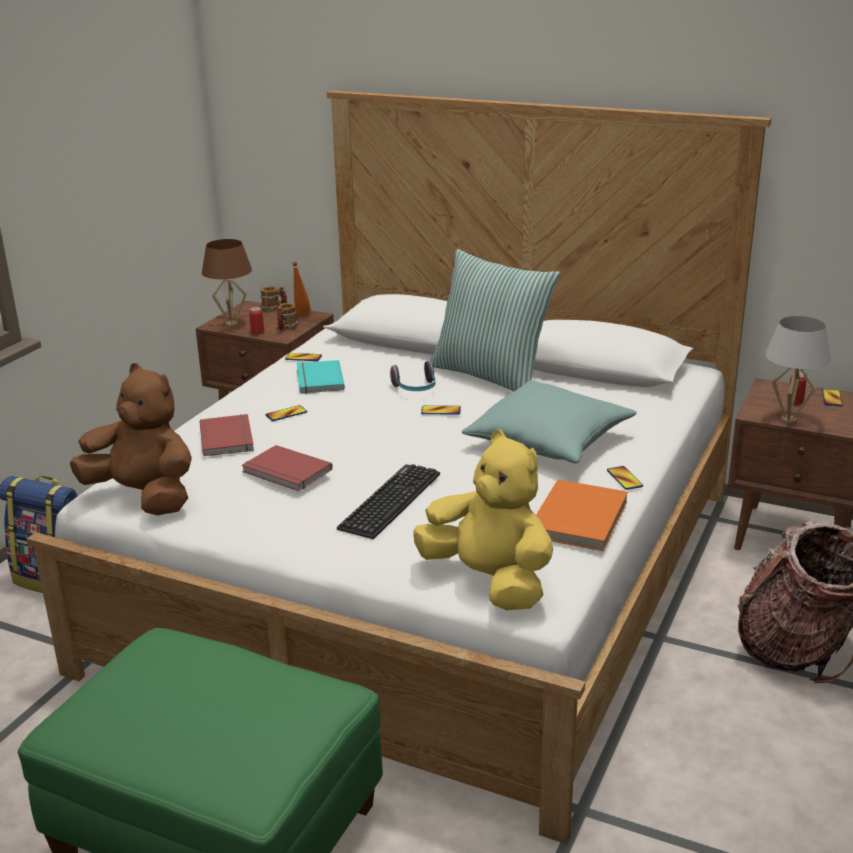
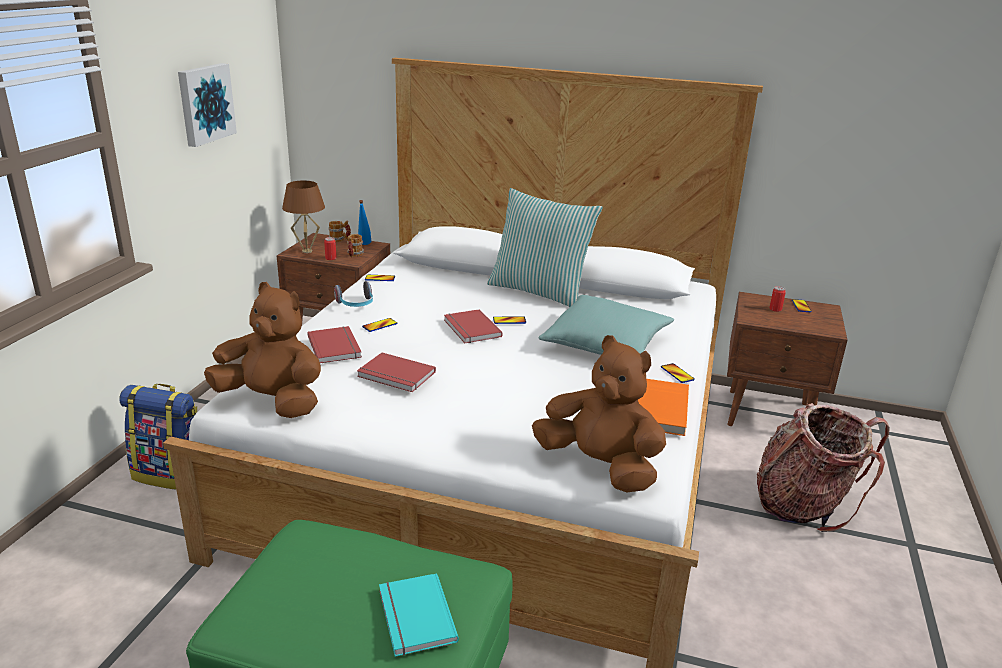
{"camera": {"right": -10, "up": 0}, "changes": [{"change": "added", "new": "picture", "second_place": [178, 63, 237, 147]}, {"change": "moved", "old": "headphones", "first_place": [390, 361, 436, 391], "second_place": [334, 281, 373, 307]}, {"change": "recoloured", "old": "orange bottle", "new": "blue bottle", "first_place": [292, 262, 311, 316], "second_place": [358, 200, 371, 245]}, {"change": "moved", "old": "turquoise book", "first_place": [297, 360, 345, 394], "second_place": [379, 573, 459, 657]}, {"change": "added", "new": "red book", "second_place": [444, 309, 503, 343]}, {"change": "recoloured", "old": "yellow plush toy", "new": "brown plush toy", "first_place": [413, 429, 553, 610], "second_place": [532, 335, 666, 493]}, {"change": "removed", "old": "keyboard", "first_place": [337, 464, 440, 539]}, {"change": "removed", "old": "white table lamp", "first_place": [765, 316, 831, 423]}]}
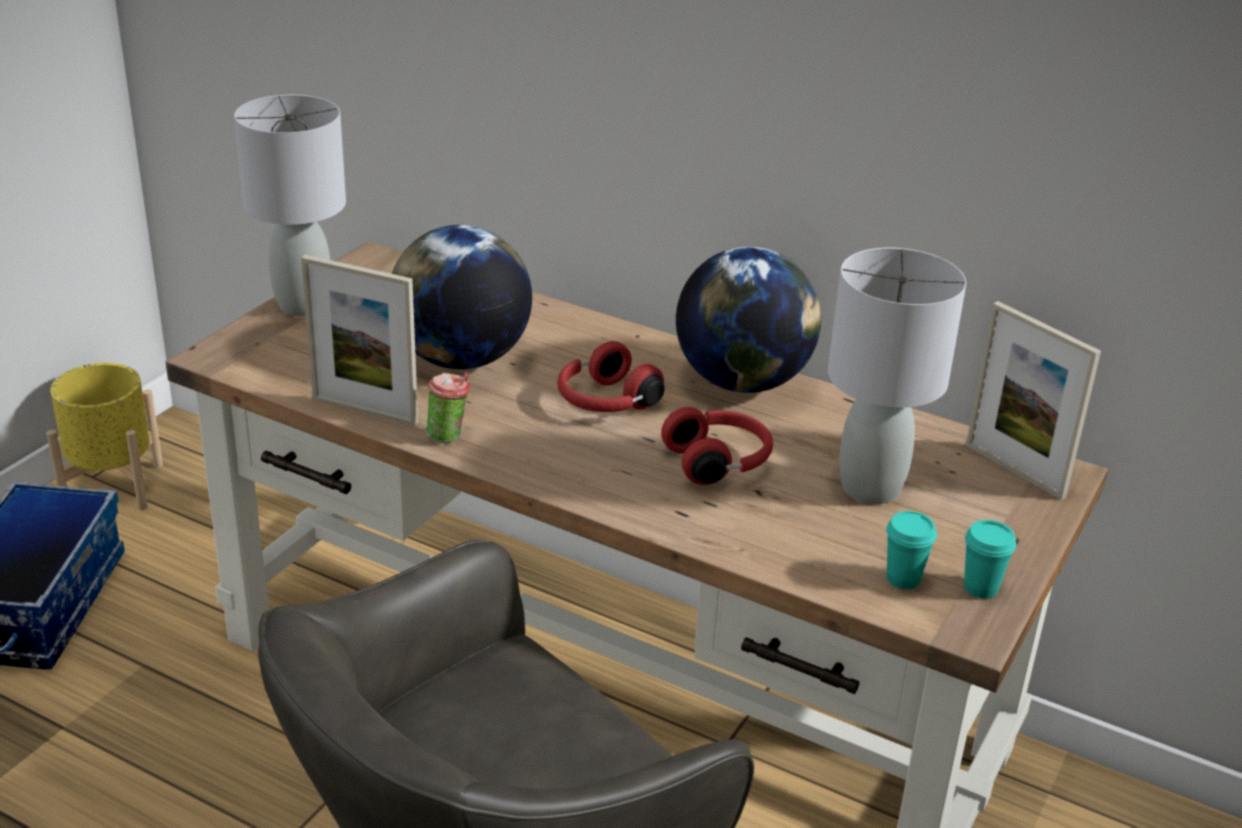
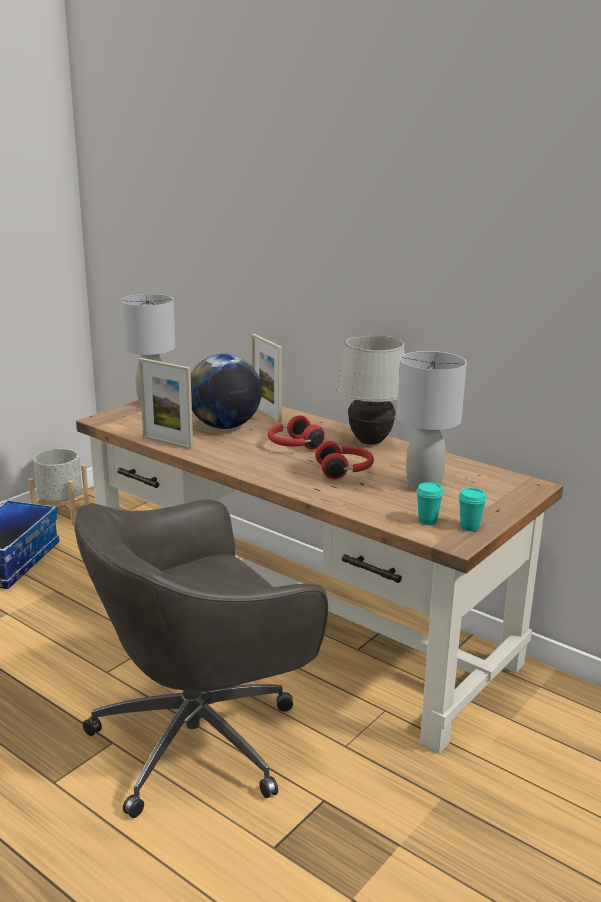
{"camera": {"right": 10, "up": -10}, "changes": [{"change": "recoloured", "old": "yellow planter", "new": "grey planter", "first_place": [46, 363, 163, 510], "second_place": [28, 448, 89, 526]}, {"change": "moved", "old": "picture frame", "first_place": [966, 301, 1101, 500], "second_place": [252, 334, 282, 423]}, {"change": "replaced", "old": "globe", "new": "white table lamp", "first_place": [676, 247, 821, 393], "second_place": [336, 335, 405, 445]}, {"change": "removed", "old": "cup", "first_place": [426, 372, 471, 443]}]}
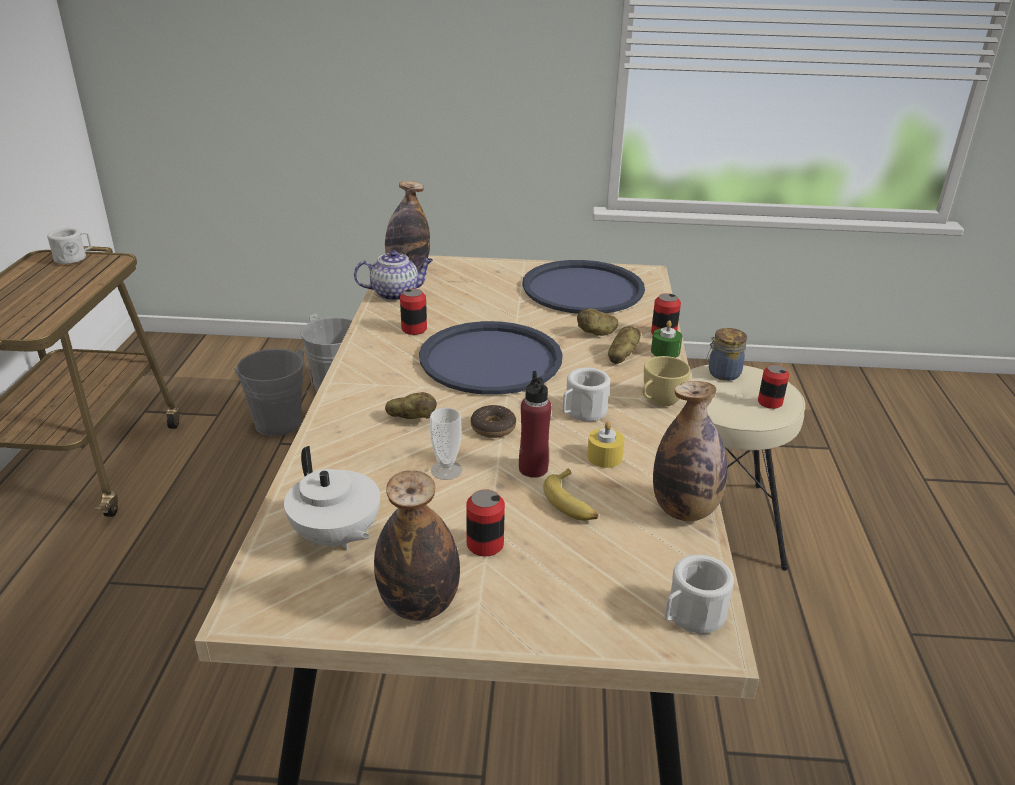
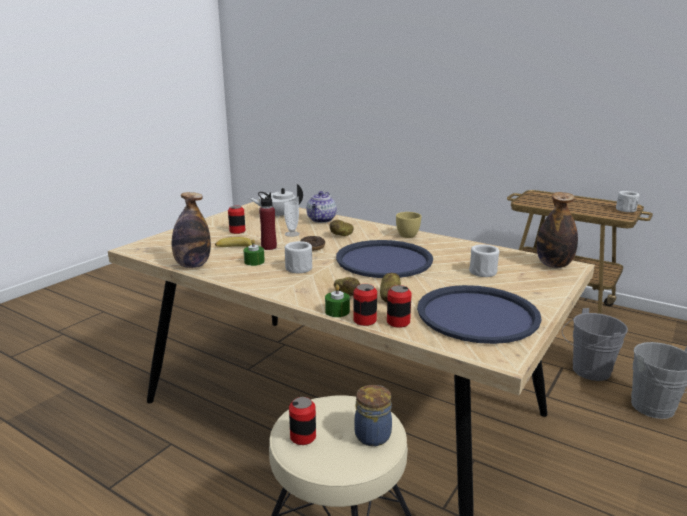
{"camera": {"right": 120, "up": -10}, "changes": [{"change": "recoloured", "old": "yellow candle", "new": "green candle", "first_place": [587, 422, 625, 468], "second_place": [243, 239, 265, 266]}, {"change": "moved", "old": "teapot", "first_place": [354, 250, 433, 301], "second_place": [306, 191, 337, 223]}, {"change": "moved", "old": "can", "first_place": [400, 289, 427, 335], "second_place": [387, 285, 412, 328]}, {"change": "moved", "old": "yellow cup", "first_place": [642, 356, 690, 406], "second_place": [396, 212, 421, 238]}, {"change": "moved", "old": "white mug", "first_place": [665, 555, 734, 633], "second_place": [469, 244, 499, 277]}, {"change": "removed", "old": "bottle", "first_place": [374, 470, 460, 621]}]}
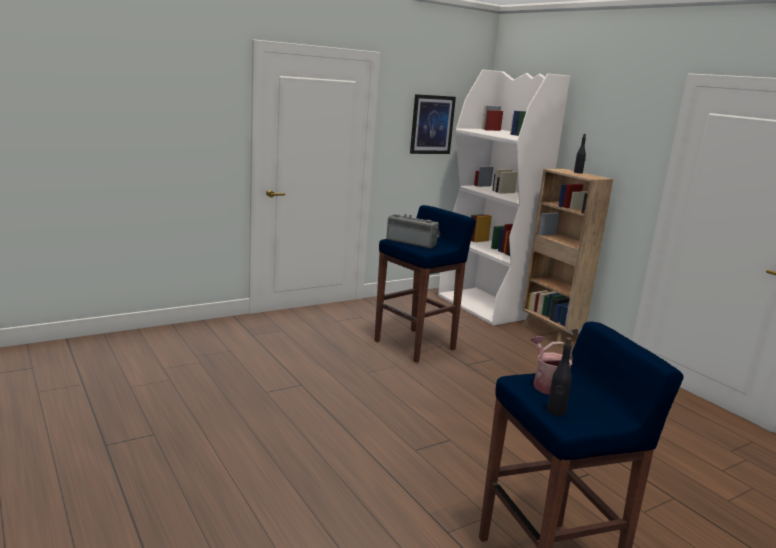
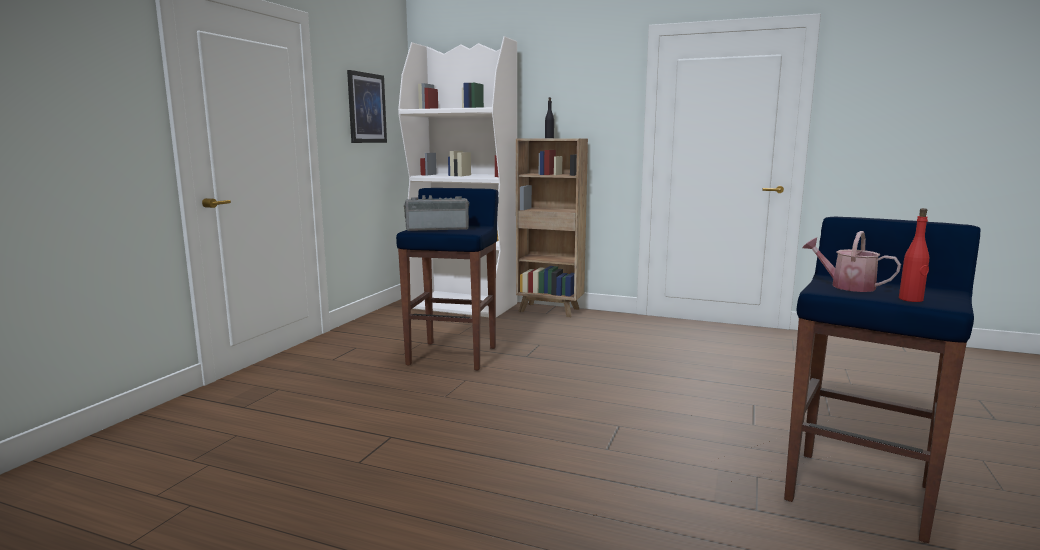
{"camera": {"right": -35, "up": -5}, "changes": [{"change": "recoloured", "old": "black bottle", "new": "red bottle", "first_place": [547, 337, 572, 416], "second_place": [899, 208, 929, 302]}]}
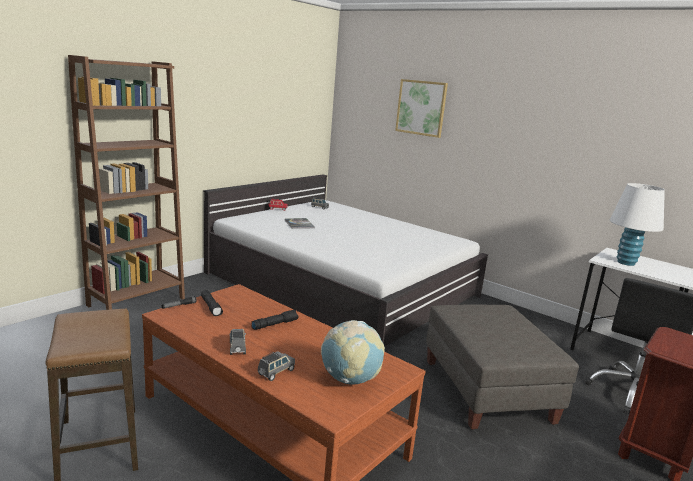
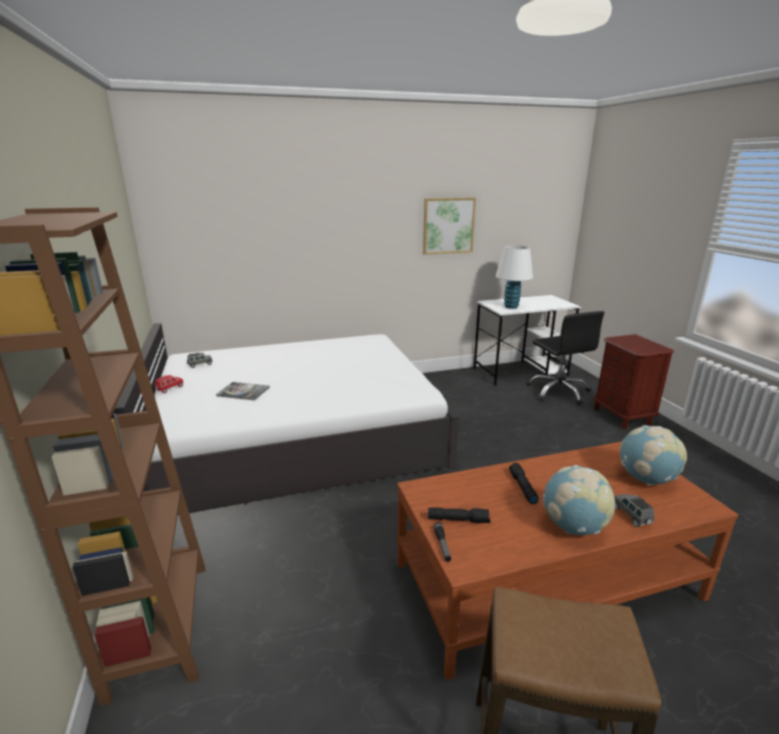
{"camera": {"right": -55, "up": 5}, "changes": [{"change": "moved", "old": "picture", "first_place": [395, 79, 448, 138], "second_place": [423, 198, 476, 255]}, {"change": "replaced", "old": "grey toy car", "new": "globe", "first_place": [230, 329, 246, 355], "second_place": [543, 465, 615, 535]}, {"change": "removed", "old": "grey ottoman", "first_place": [426, 304, 579, 430]}]}
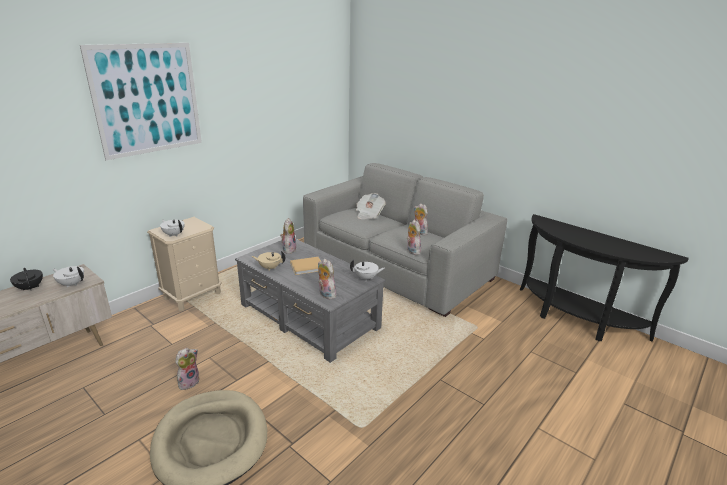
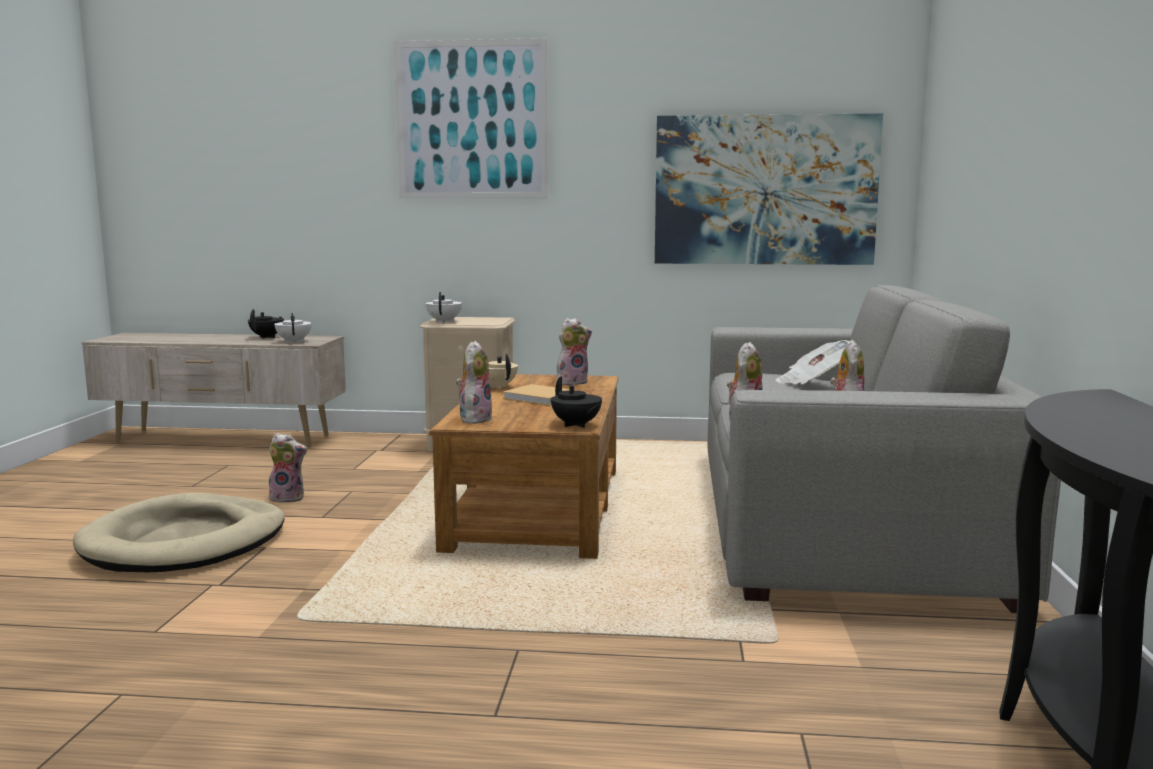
{"camera": {"right": 55, "up": -15}, "changes": [{"change": "recoloured", "old": "grey coffee table", "new": "brown coffee table", "first_place": [235, 239, 385, 363], "second_place": [429, 374, 618, 559]}, {"change": "recoloured", "old": "white teapot", "new": "black teapot", "first_place": [350, 260, 385, 279], "second_place": [551, 376, 602, 428]}, {"change": "added", "new": "picture", "second_place": [655, 113, 883, 265]}]}
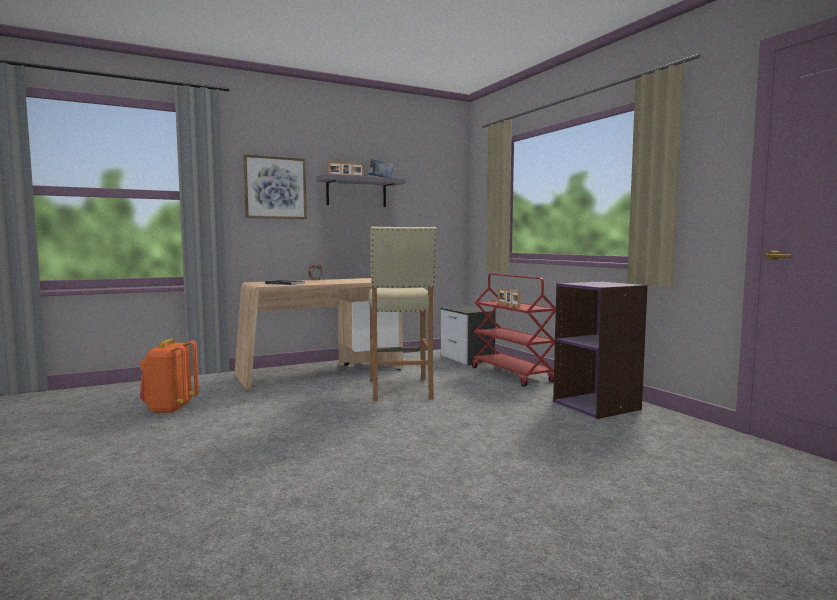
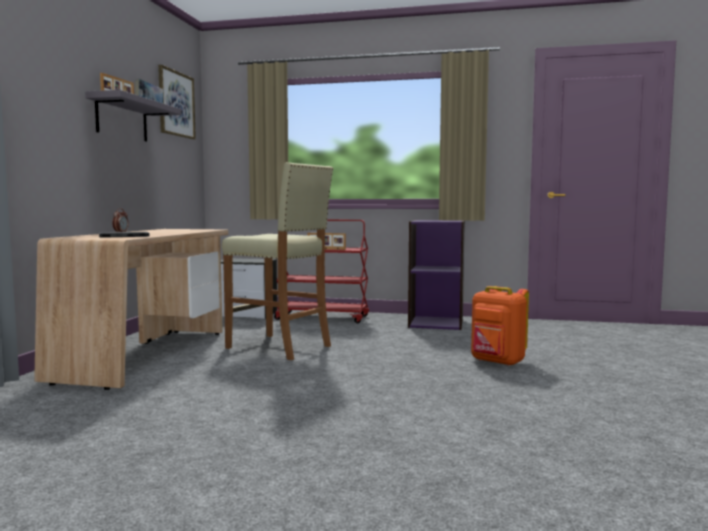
{"camera": {"right": -50, "up": 0}, "changes": [{"change": "moved", "old": "picture", "first_place": [243, 154, 307, 219], "second_place": [158, 65, 196, 140]}, {"change": "moved", "old": "orange backpack", "first_place": [140, 338, 199, 414], "second_place": [471, 286, 529, 366]}]}
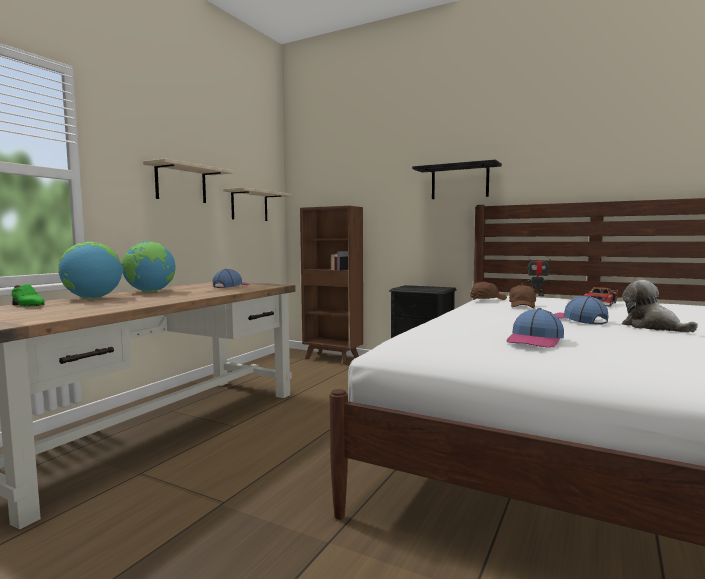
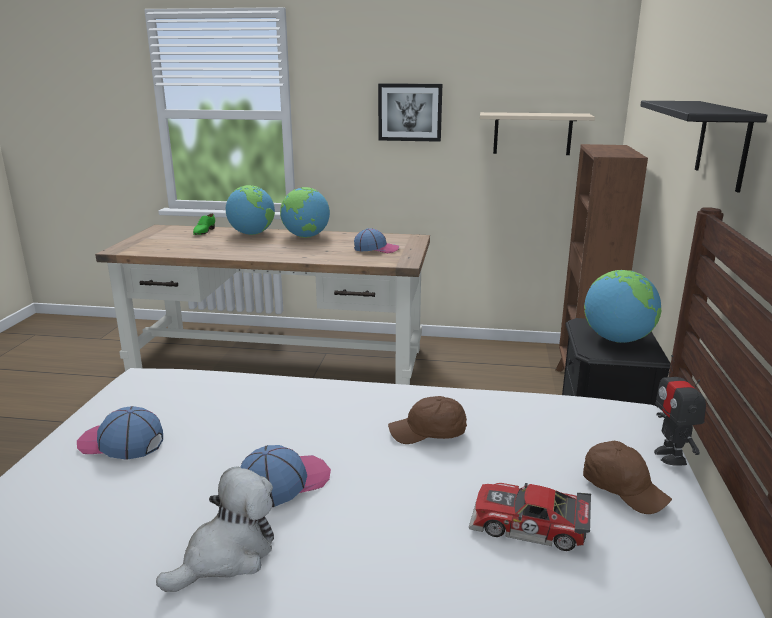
{"camera": {"right": 70, "up": 15}, "changes": [{"change": "replaced", "old": "beige shelf", "new": "picture", "first_place": [143, 158, 234, 203], "second_place": [378, 83, 442, 142]}, {"change": "moved", "old": "brown cap", "first_place": [470, 281, 507, 300], "second_place": [583, 441, 672, 514]}, {"change": "added", "new": "globe", "second_place": [584, 270, 662, 343]}]}
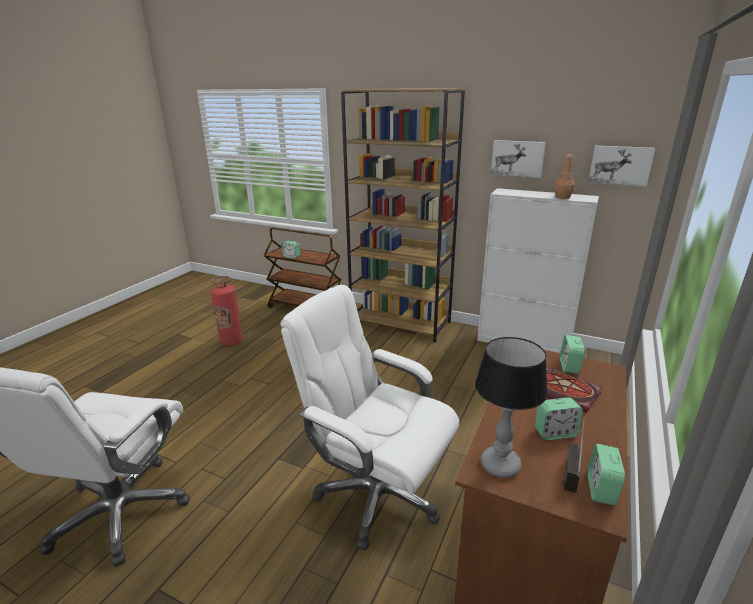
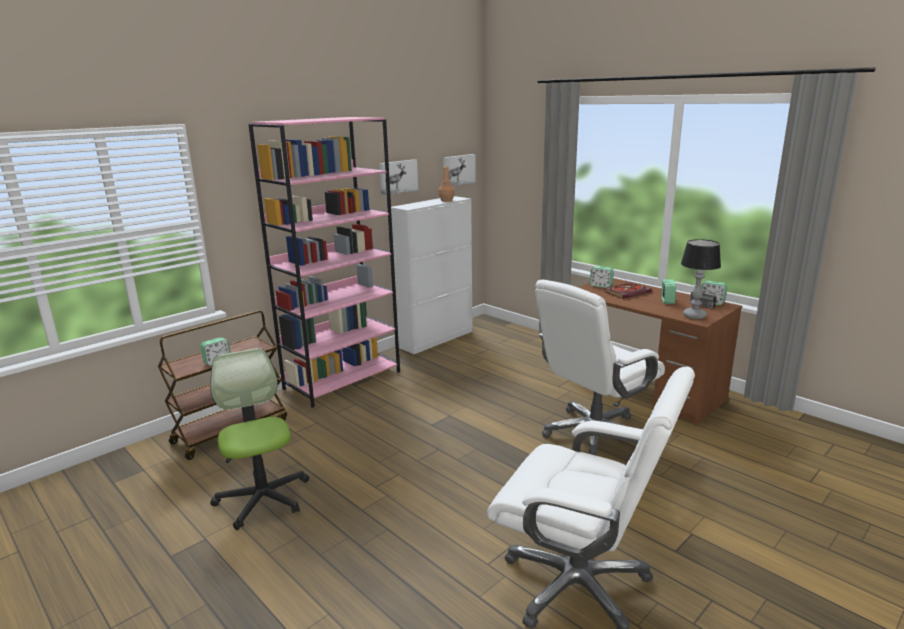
{"camera": {"right": -70, "up": -5}, "changes": [{"change": "replaced", "old": "fire extinguisher", "new": "office chair", "first_place": [211, 276, 243, 346], "second_place": [210, 348, 309, 530]}, {"change": "recoloured", "old": "brown bookcase", "new": "pink bookcase", "first_place": [341, 88, 465, 343], "second_place": [248, 117, 400, 408]}]}
